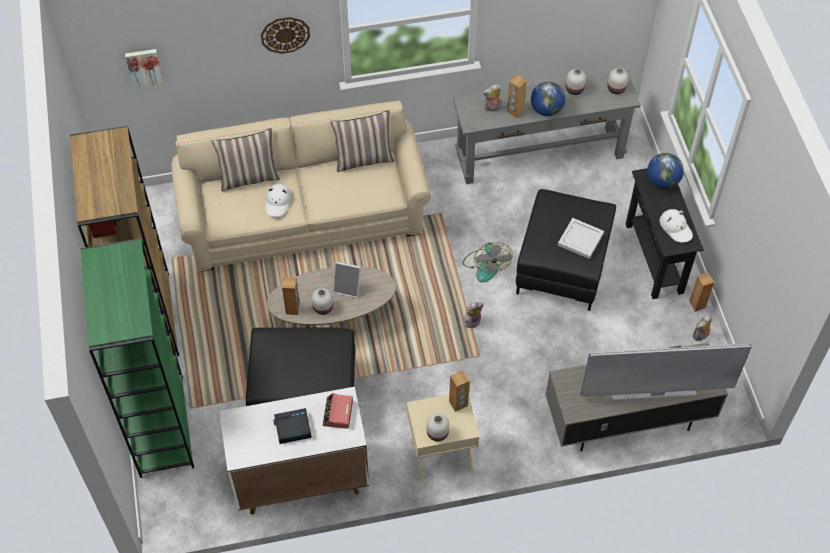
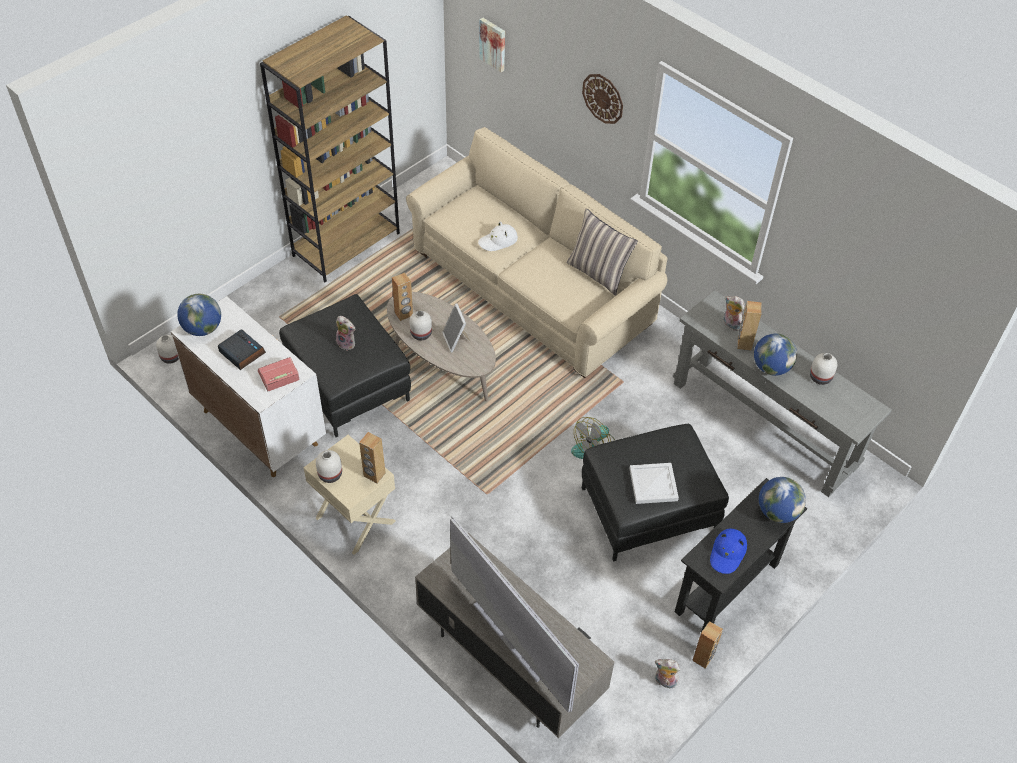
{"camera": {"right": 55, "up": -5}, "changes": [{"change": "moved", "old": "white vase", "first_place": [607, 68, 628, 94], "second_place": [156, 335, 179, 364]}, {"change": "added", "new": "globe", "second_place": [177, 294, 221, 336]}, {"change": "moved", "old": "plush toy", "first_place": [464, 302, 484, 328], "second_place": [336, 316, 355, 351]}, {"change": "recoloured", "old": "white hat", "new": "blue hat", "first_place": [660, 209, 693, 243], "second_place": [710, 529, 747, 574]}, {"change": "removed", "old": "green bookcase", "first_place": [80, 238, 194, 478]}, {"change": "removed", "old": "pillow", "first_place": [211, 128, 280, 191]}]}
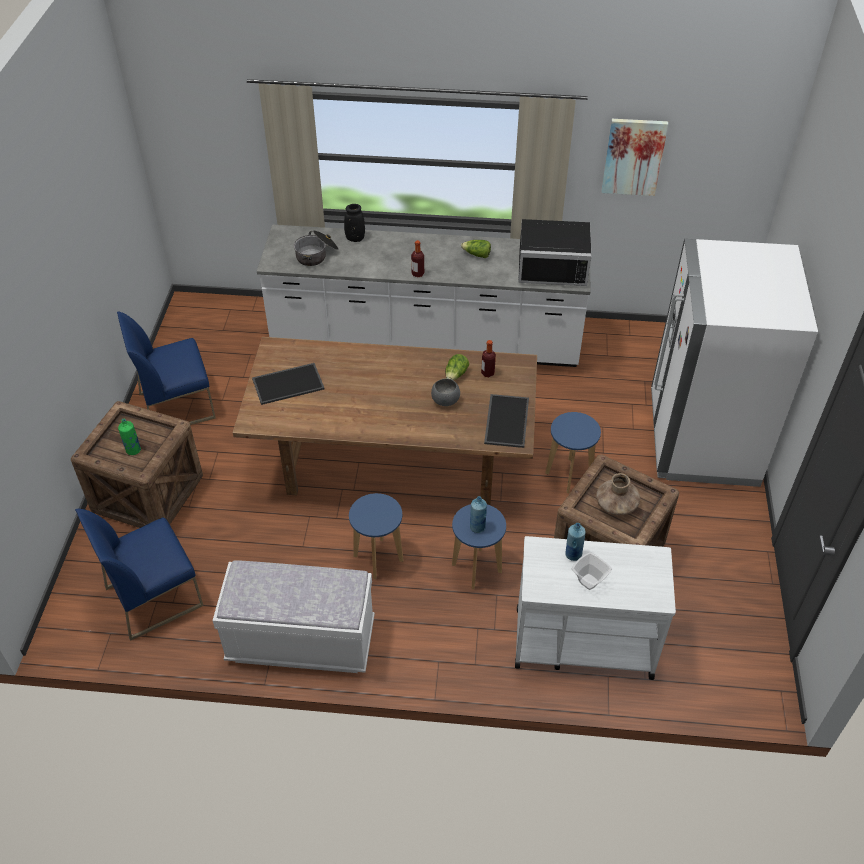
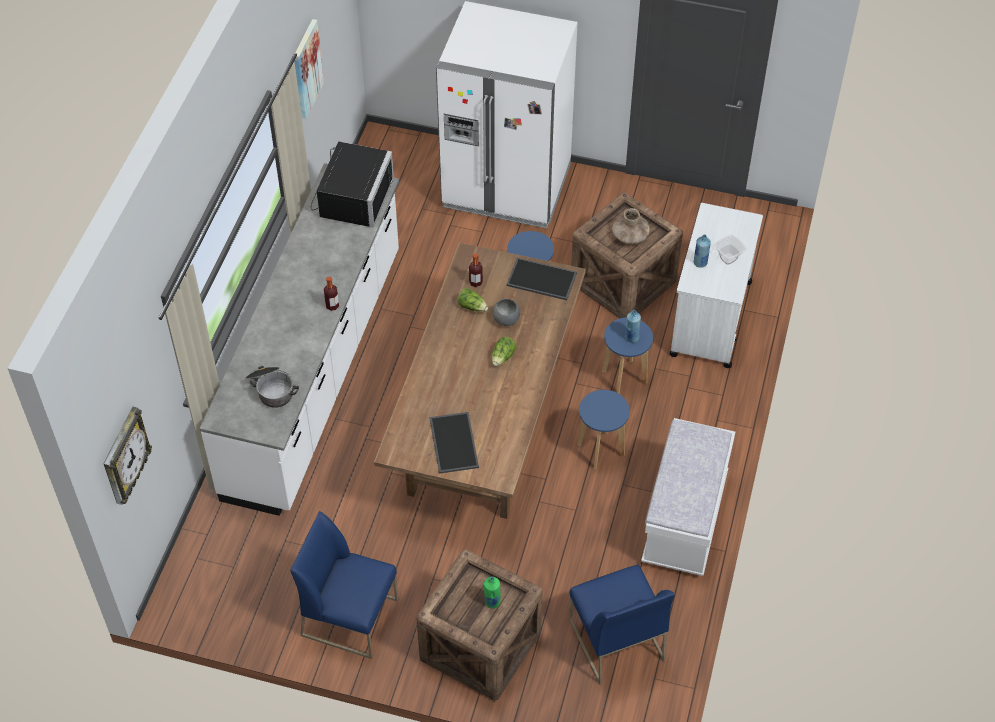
{"camera": {"right": -80, "up": 5}, "changes": [{"change": "added", "new": "wall clock", "second_place": [104, 407, 152, 505]}, {"change": "turned", "old": "blue chair", "first_place": [117, 312, 216, 425], "second_place": [290, 511, 398, 659], "degrees": 120}, {"change": "moved", "old": "lettuce", "first_place": [461, 240, 491, 258], "second_place": [492, 337, 517, 366]}, {"change": "removed", "old": "black vase", "first_place": [344, 204, 365, 242]}]}
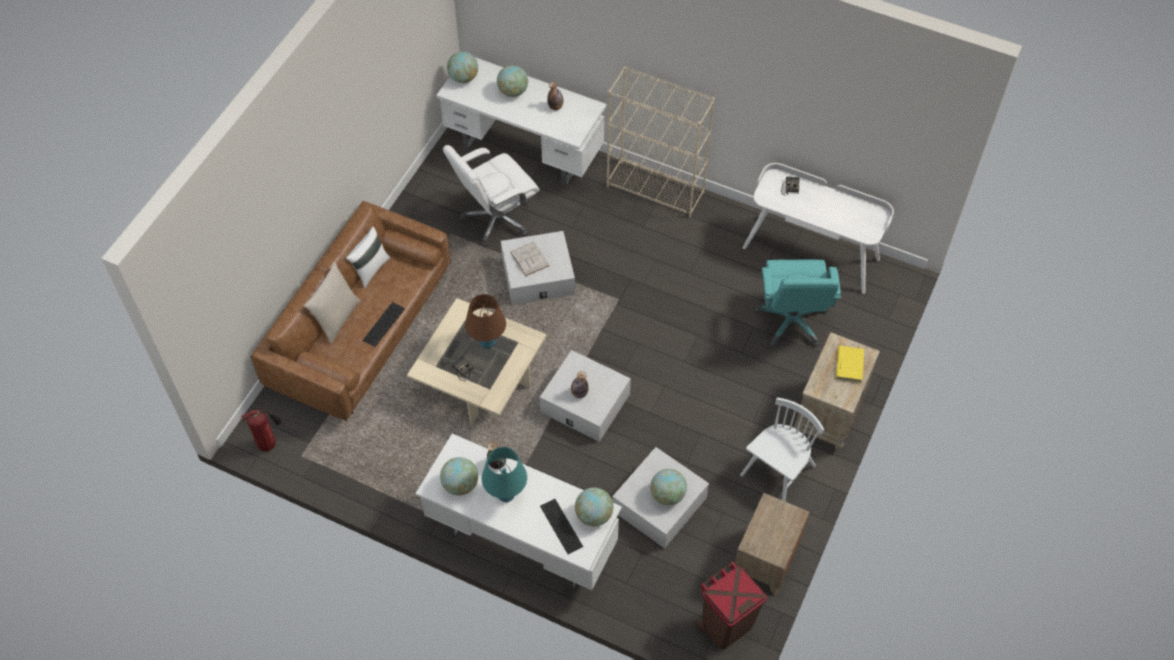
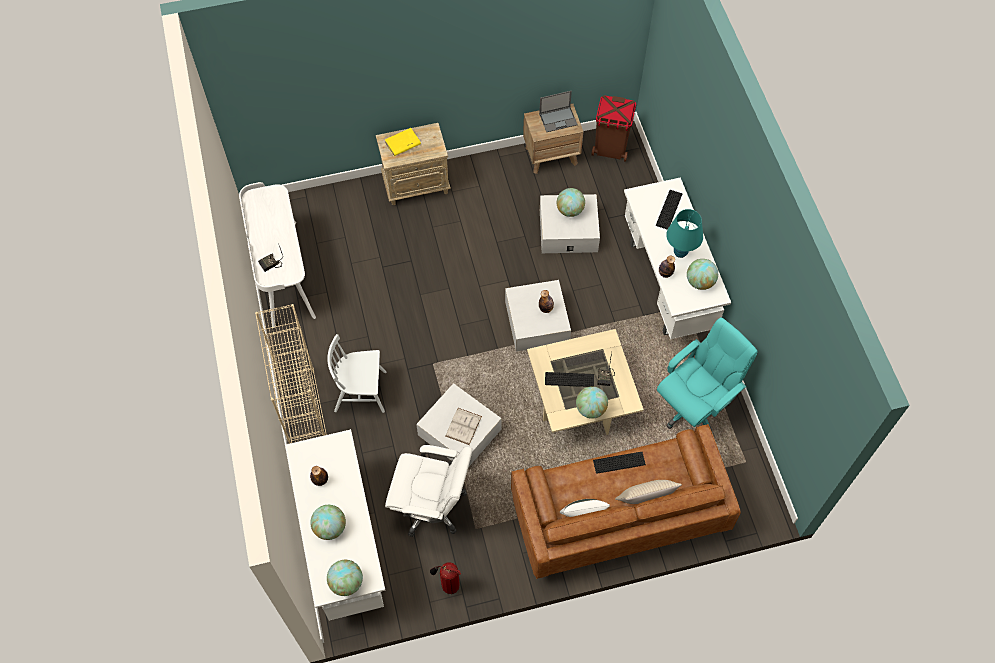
{"camera": {"right": -130, "up": 5}, "changes": [{"change": "moved", "old": "white chair", "first_place": [740, 398, 824, 501], "second_place": [327, 334, 386, 413]}, {"change": "moved", "old": "fire extinguisher", "first_place": [241, 409, 282, 452], "second_place": [430, 562, 461, 594]}, {"change": "added", "new": "laptop", "second_place": [539, 91, 578, 132]}, {"change": "replaced", "old": "brown table lamp", "new": "keyboard", "first_place": [465, 294, 506, 349], "second_place": [545, 372, 594, 387]}, {"change": "moved", "old": "globe", "first_place": [575, 488, 613, 526], "second_place": [576, 386, 608, 419]}, {"change": "moved", "old": "turquoise office chair", "first_place": [754, 259, 841, 347], "second_place": [657, 317, 758, 431]}]}
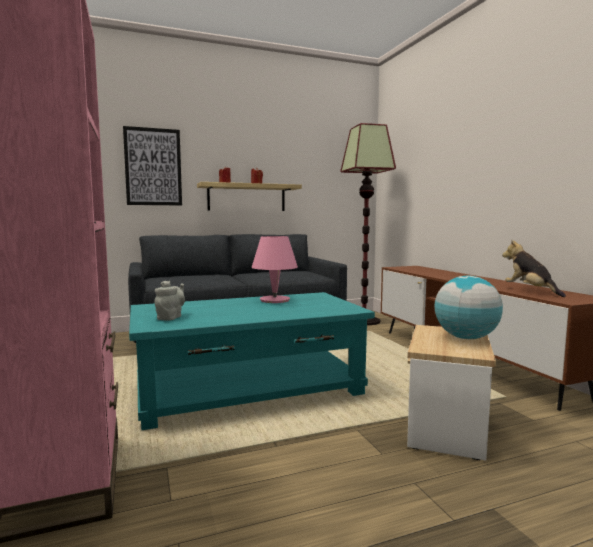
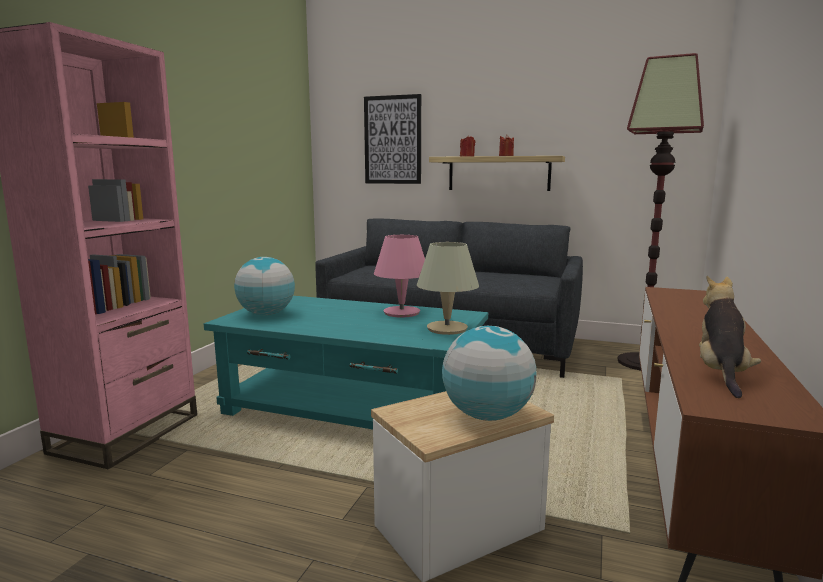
{"camera": {"right": 40, "up": 5}, "changes": [{"change": "replaced", "old": "grey teapot", "new": "globe", "first_place": [154, 280, 185, 321], "second_place": [234, 257, 295, 315]}, {"change": "added", "new": "beige table lamp", "second_place": [417, 242, 479, 335]}]}
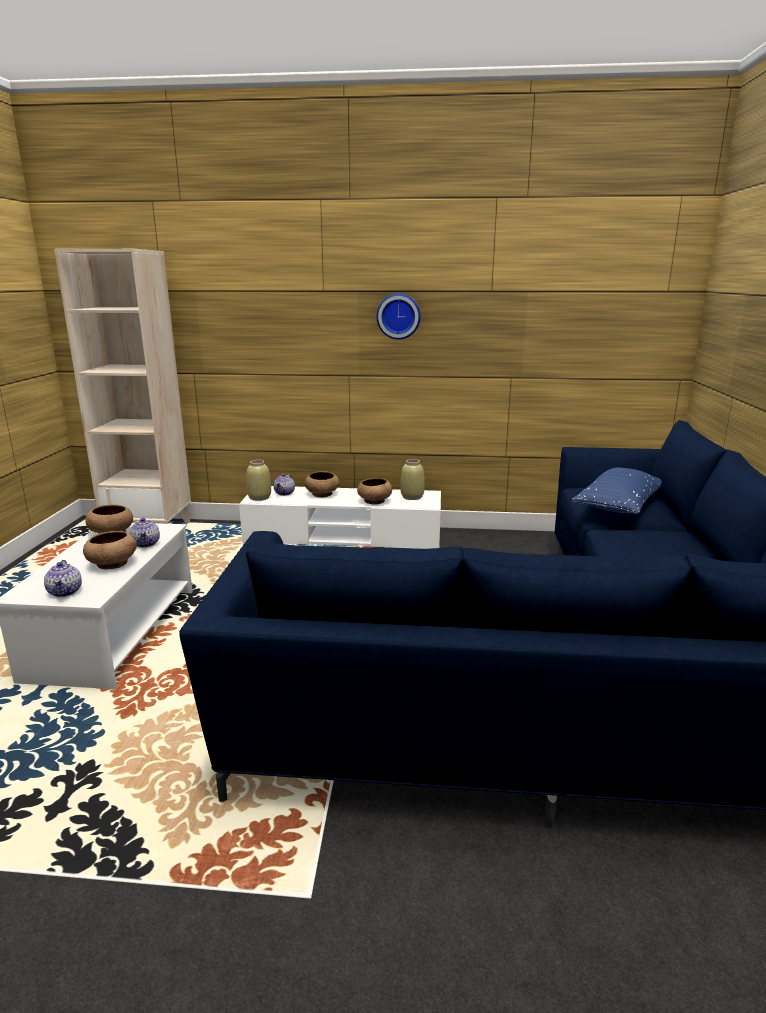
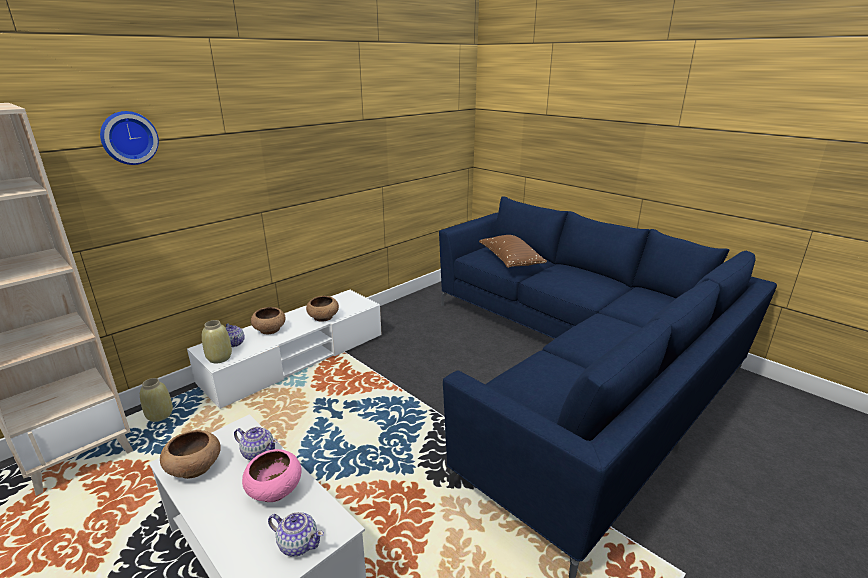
{"camera": {"right": -50, "up": 5}, "changes": [{"change": "moved", "old": "wall clock", "first_place": [377, 294, 421, 340], "second_place": [100, 111, 159, 165]}, {"change": "moved", "old": "beige vase", "first_place": [400, 459, 425, 500], "second_place": [140, 378, 173, 422]}, {"change": "recoloured", "old": "brown bowl", "new": "pink bowl", "first_place": [83, 531, 137, 569], "second_place": [242, 449, 302, 502]}, {"change": "recoloured", "old": "blue pillow", "new": "brown pillow", "first_place": [572, 468, 662, 514], "second_place": [479, 235, 547, 268]}]}
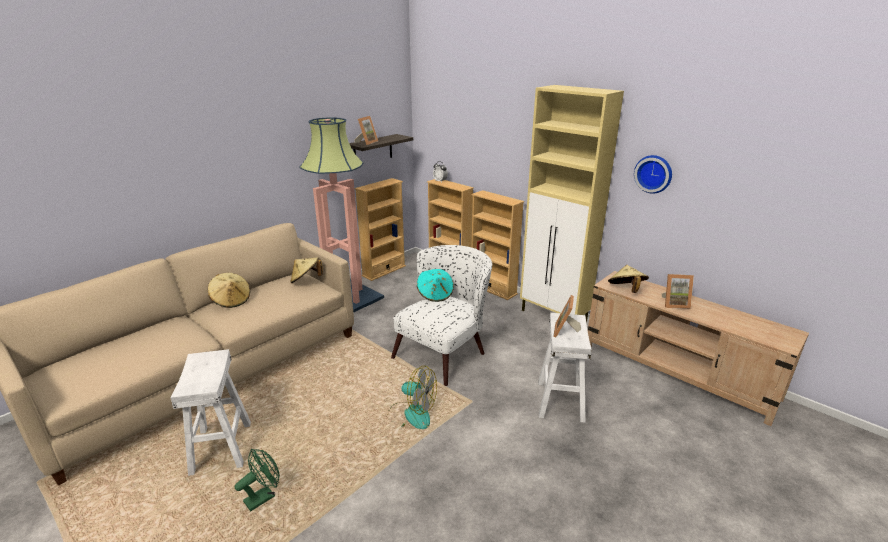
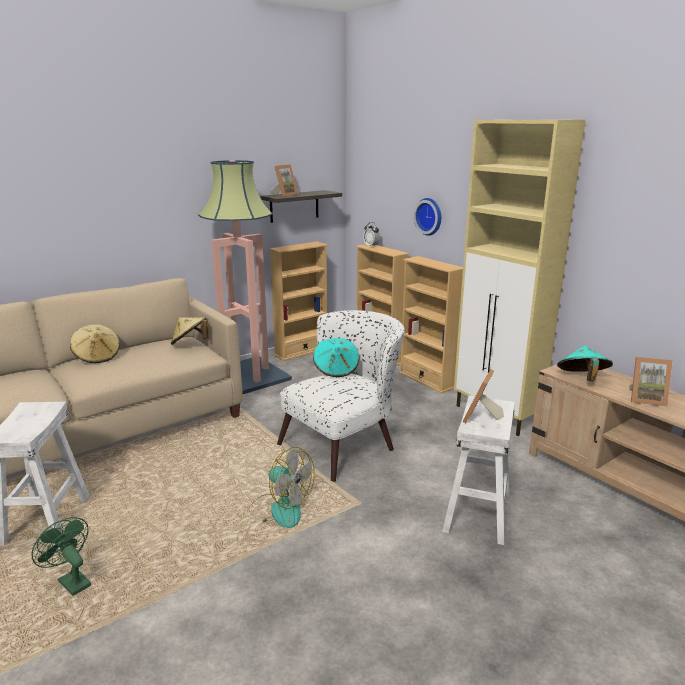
{"camera": {"right": 10, "up": -5}, "changes": [{"change": "turned", "old": "green fan", "first_place": [235, 449, 280, 511], "second_place": [32, 517, 91, 596], "degrees": -105}, {"change": "moved", "old": "wall clock", "first_place": [634, 155, 672, 194], "second_place": [414, 198, 441, 236]}, {"change": "recoloured", "old": "beige hat", "new": "turquoise hat", "first_place": [608, 265, 649, 293], "second_place": [557, 345, 613, 382]}]}
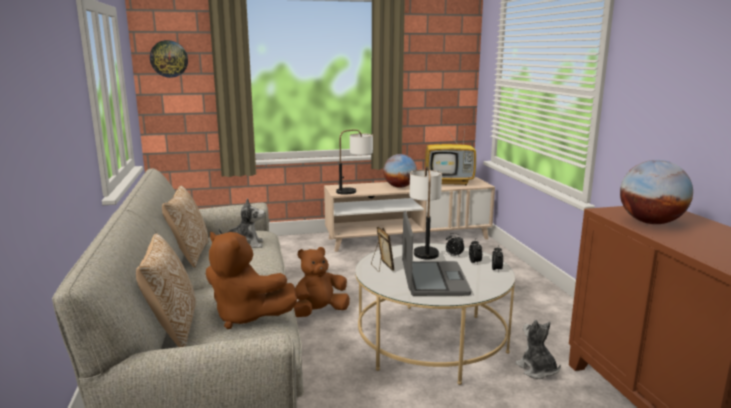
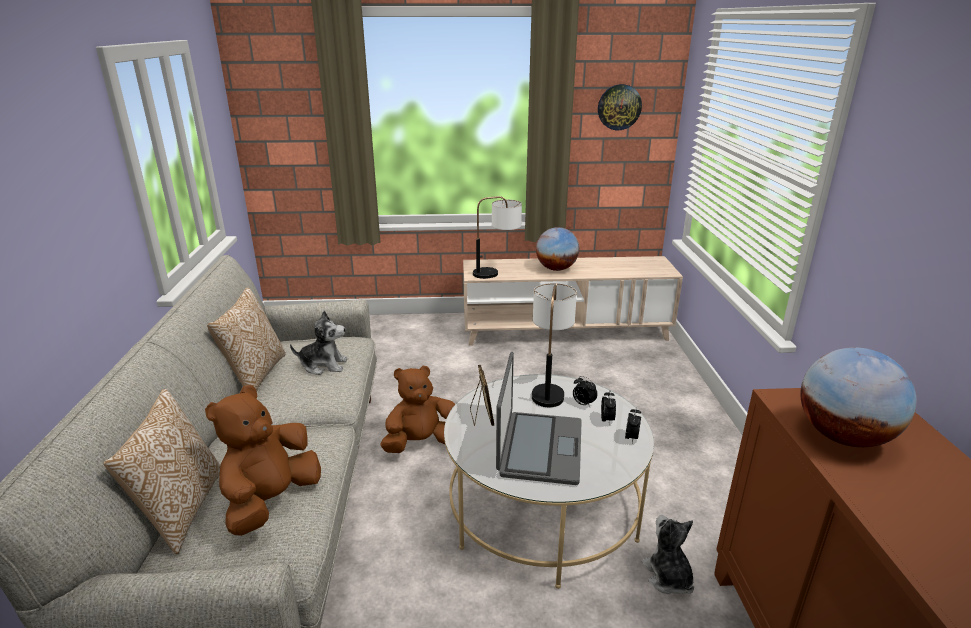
{"camera": {"right": 10, "up": 10}, "changes": [{"change": "turned", "old": "brown plush toy", "first_place": [206, 232, 297, 329], "second_place": [205, 385, 321, 536], "degrees": 75}, {"change": "moved", "old": "wall clock", "first_place": [150, 40, 188, 78], "second_place": [598, 84, 642, 130]}, {"change": "removed", "old": "television", "first_place": [425, 125, 476, 186]}]}
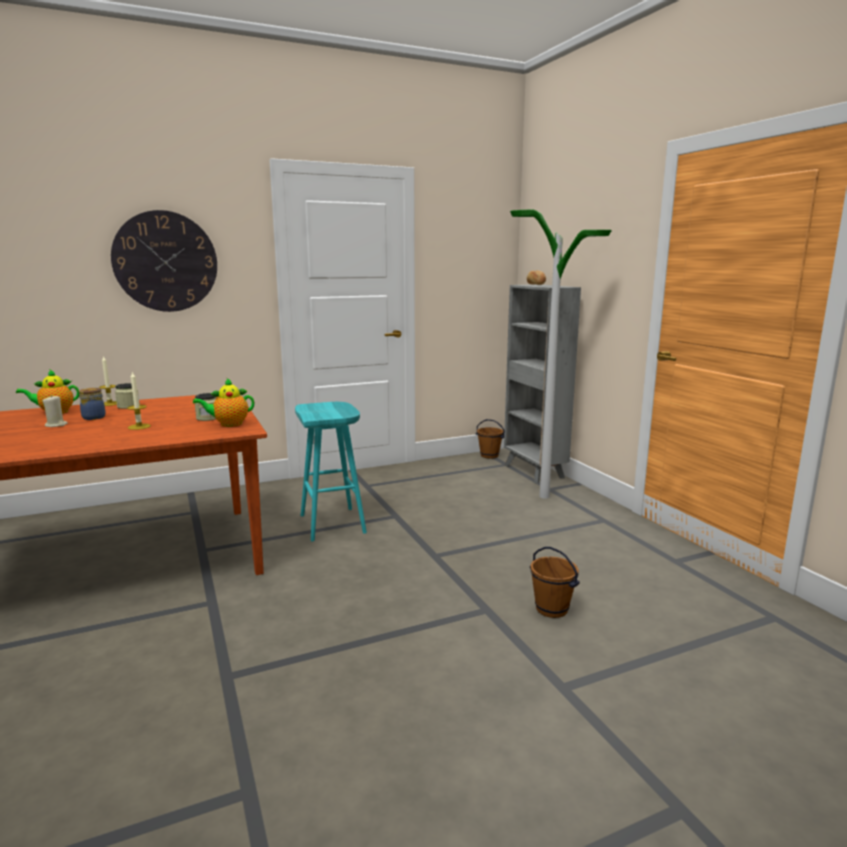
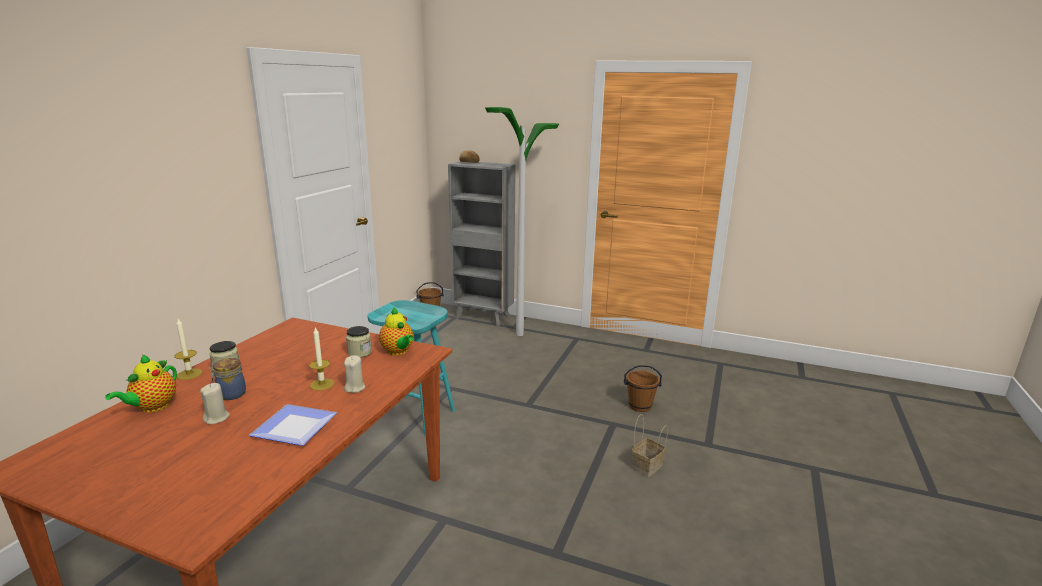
{"camera": {"right": -45, "up": 5}, "changes": [{"change": "added", "new": "plate", "second_place": [249, 404, 337, 446]}, {"change": "added", "new": "beige candle", "second_place": [344, 356, 365, 393]}, {"change": "turned", "old": "teapot", "first_place": [193, 378, 254, 427], "second_place": [379, 307, 413, 355], "degrees": -60}, {"change": "added", "new": "basket", "second_place": [631, 414, 668, 477]}, {"change": "removed", "old": "wall clock", "first_place": [111, 210, 217, 312]}]}
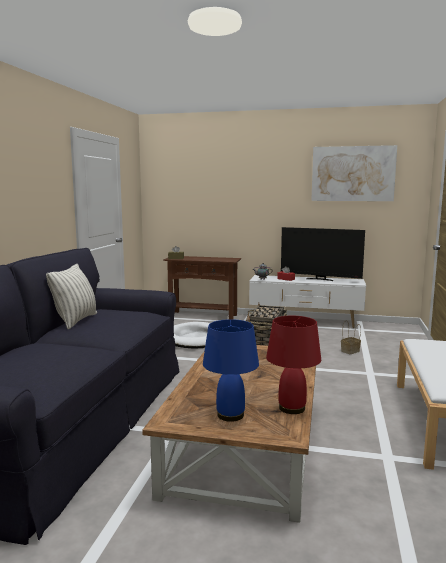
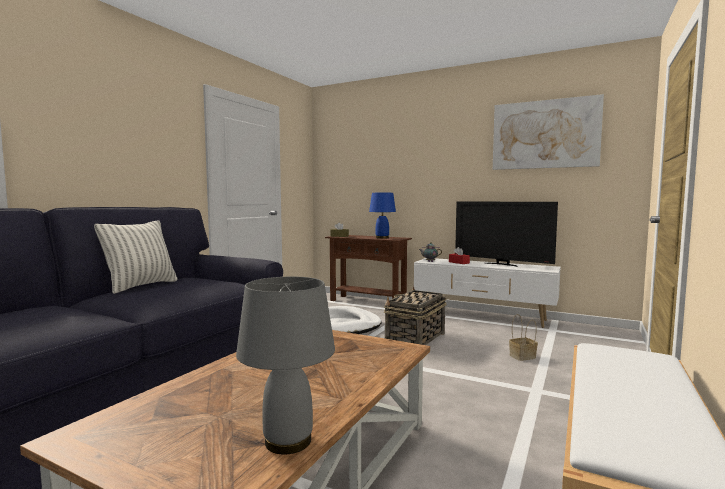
{"camera": {"right": 15, "up": -5}, "changes": [{"change": "recoloured", "old": "red table lamp", "new": "grey table lamp", "first_place": [266, 316, 321, 414], "second_place": [236, 277, 335, 455]}, {"change": "moved", "old": "blue table lamp", "first_place": [203, 319, 259, 422], "second_place": [369, 193, 396, 239]}]}
